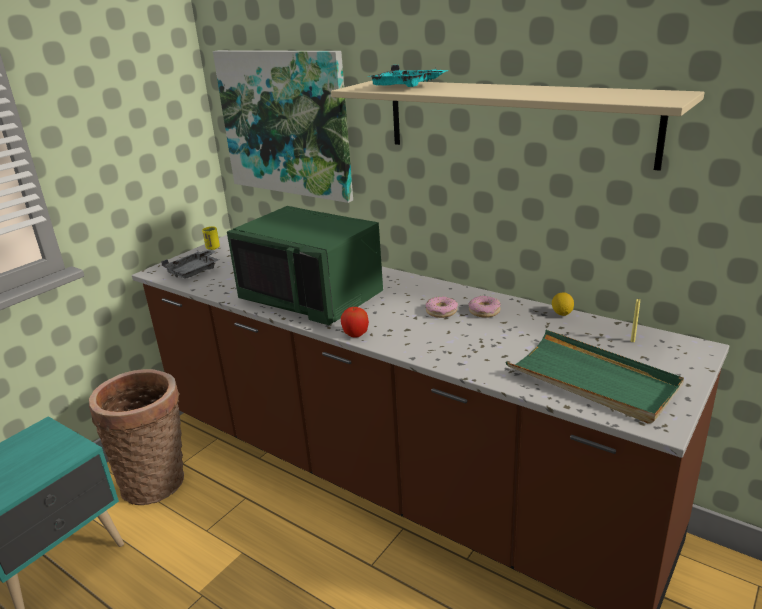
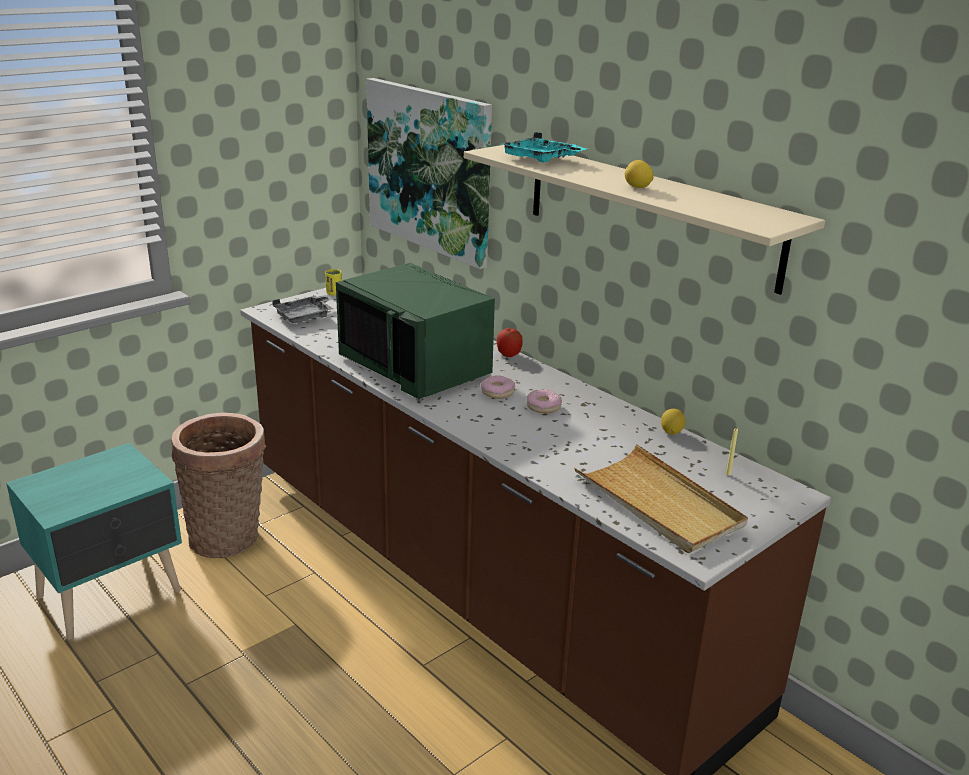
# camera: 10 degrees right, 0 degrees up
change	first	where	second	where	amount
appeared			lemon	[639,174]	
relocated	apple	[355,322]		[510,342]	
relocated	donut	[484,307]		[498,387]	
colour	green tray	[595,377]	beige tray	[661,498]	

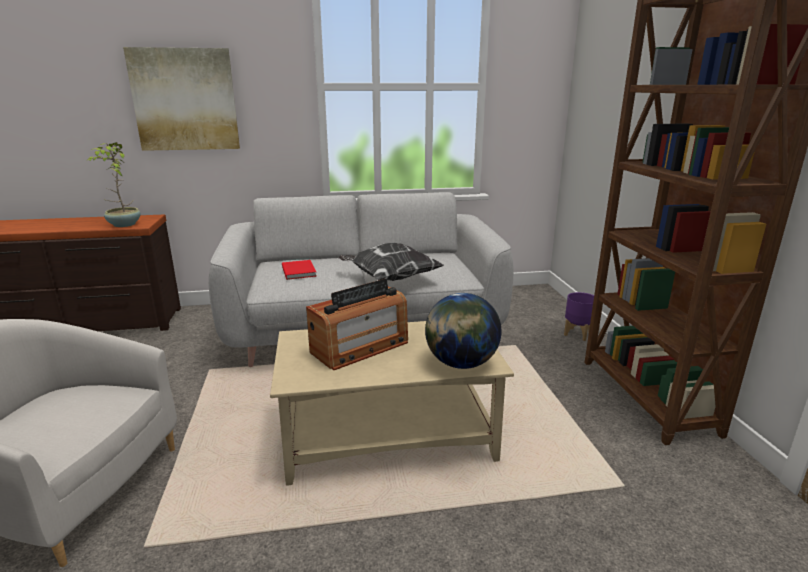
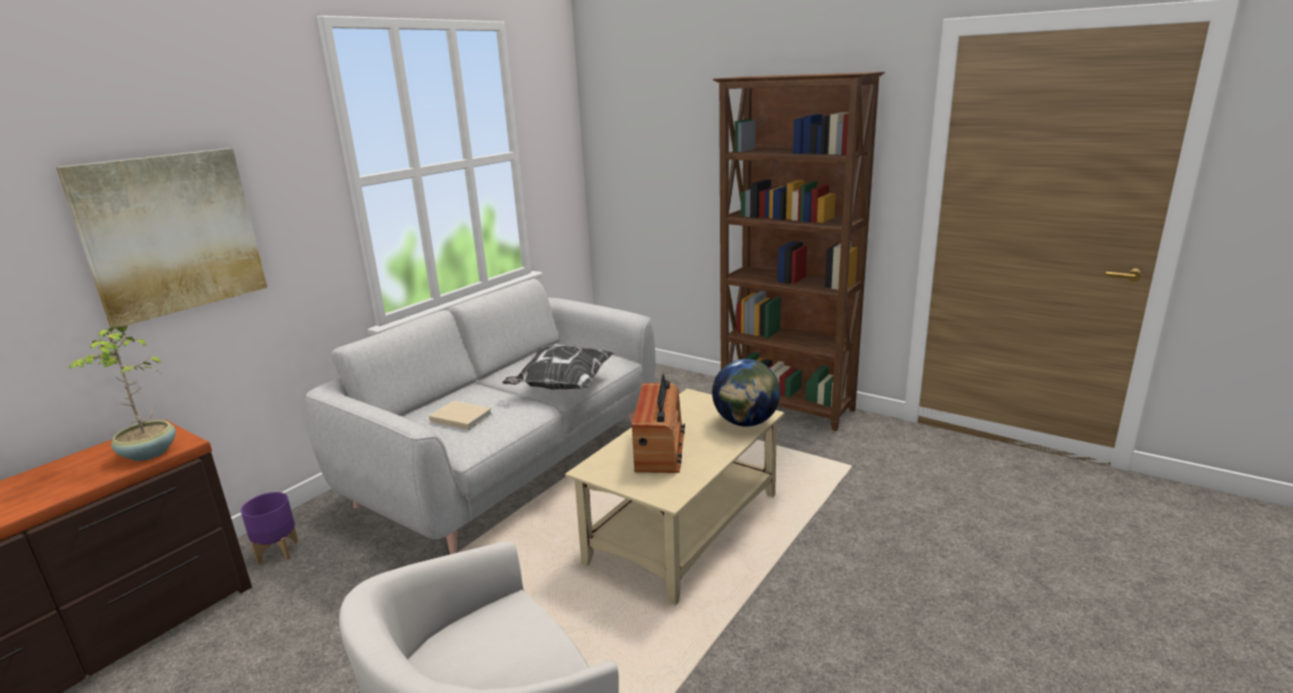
# camera: 45 degrees left, 0 degrees up
change	first	where	second	where	amount
relocated	purple planter	[579,316]		[269,528]	
colour	red book	[299,270]	beige book	[460,415]	

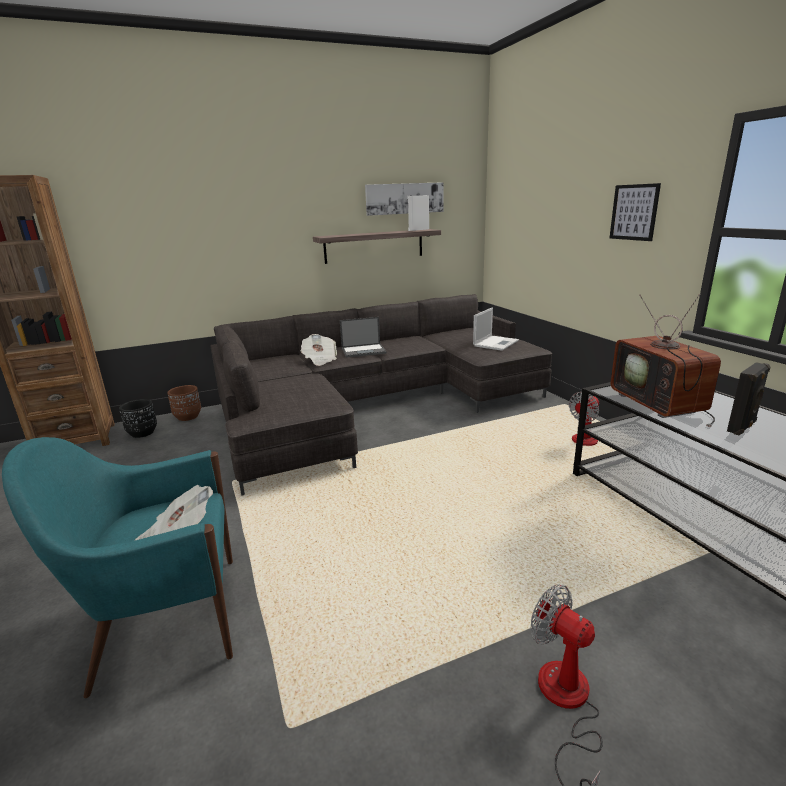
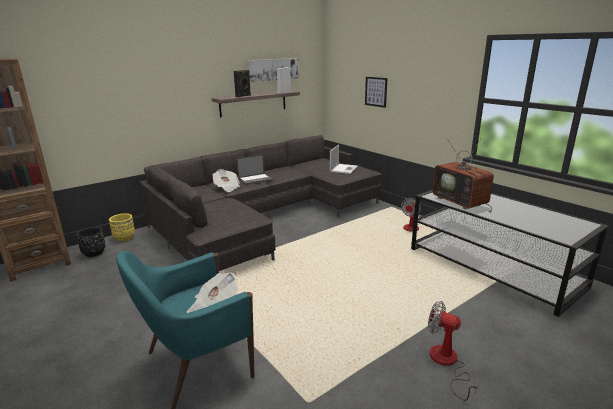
# camera: 15 degrees left, 0 degrees up
change	first	where	second	where	amount
relocated	picture	[635,212]		[376,92]	
relocated	black speaker	[748,398]		[242,83]	
colour	brown planter	[184,403]	yellow planter	[122,227]	

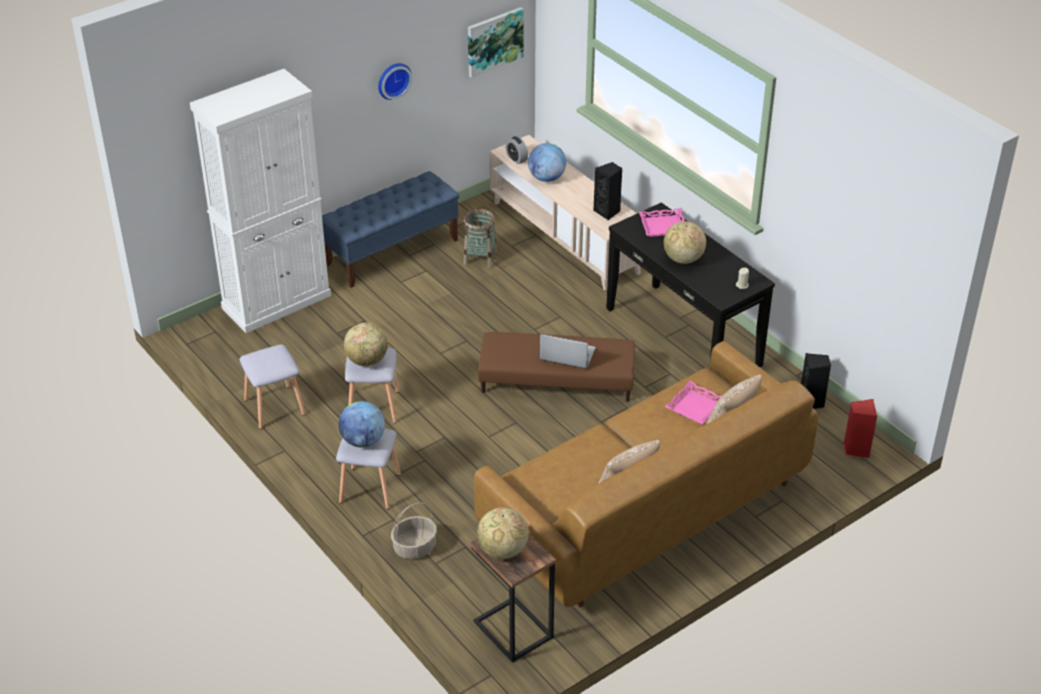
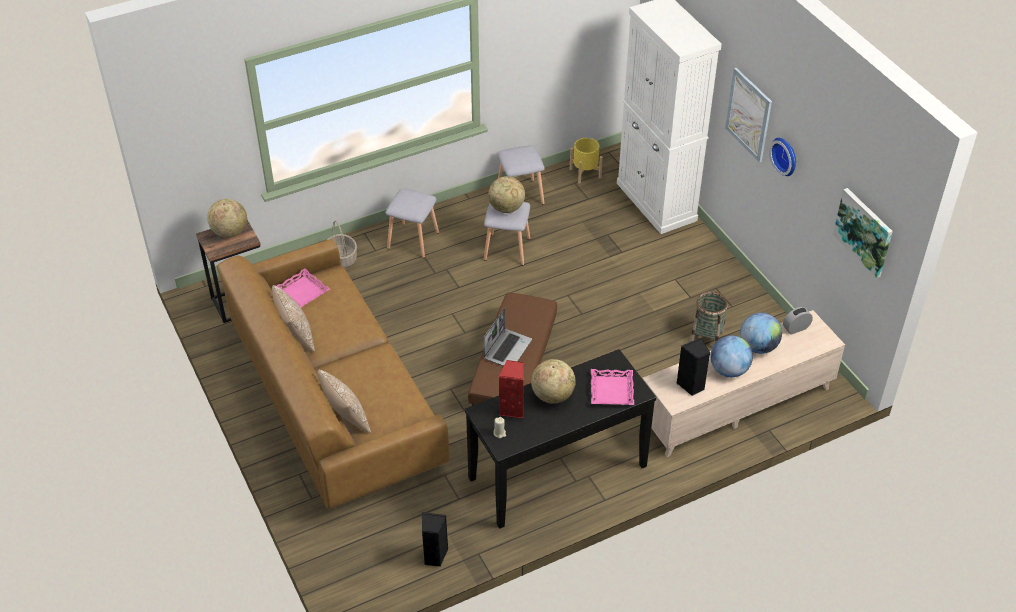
# camera: 100 degrees right, 5 degrees up
change	first	where	second	where	amount
missing	blue bench	[390,229]			
appeared			yellow planter	[586,161]	
appeared			picture	[748,115]	
relocated	globe	[362,424]		[731,356]	
relocated	pink tray	[693,402]		[303,288]	
relocated	red speaker	[860,428]		[511,389]	

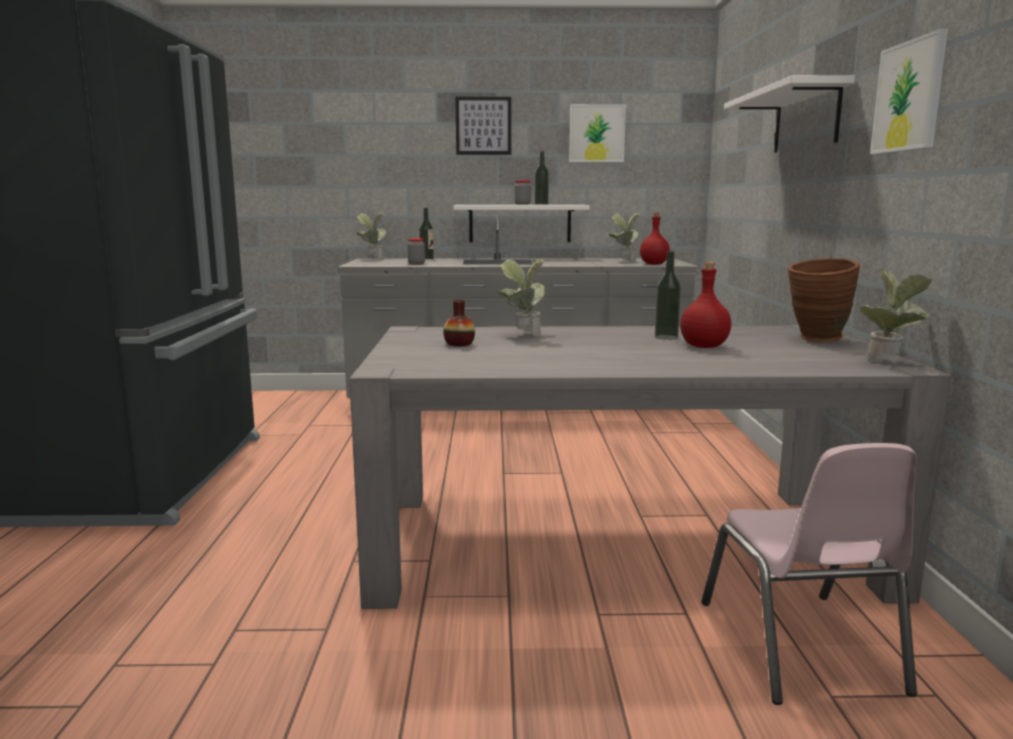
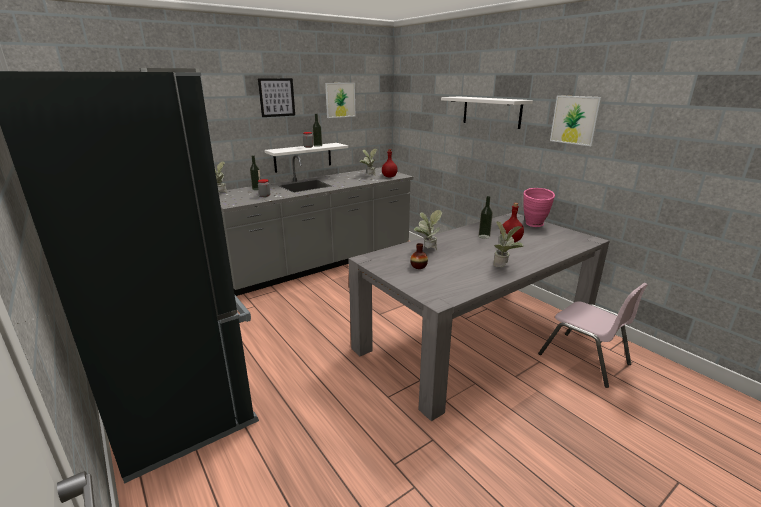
# camera: 35 degrees left, 10 degrees up
change	first	where	second	where	amount
relocated	potted plant	[895,315]		[508,244]	
colour	brown vase	[824,300]	pink vase	[539,207]	

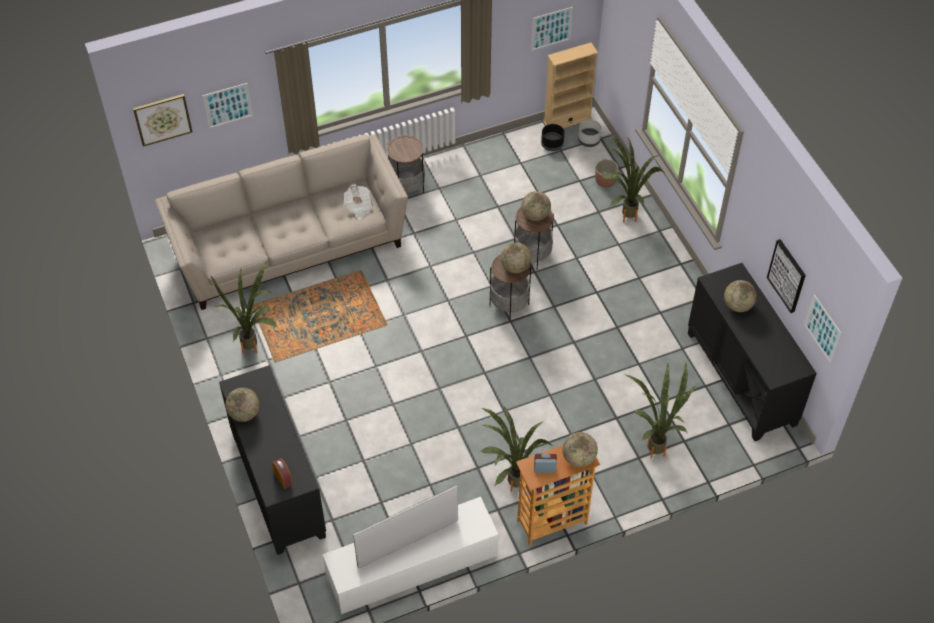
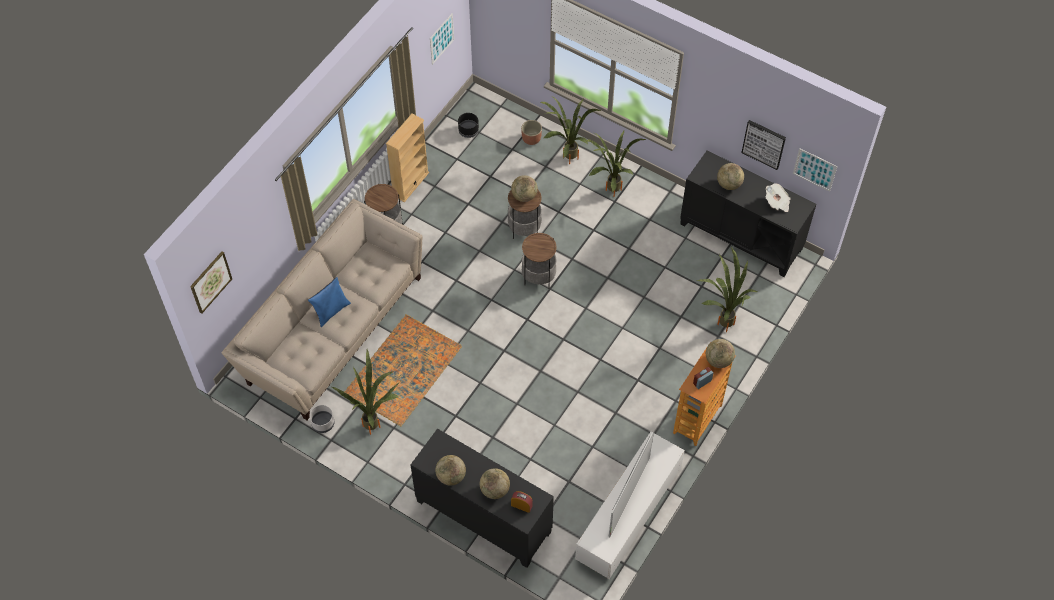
# camera: 35 degrees left, 5 degrees up
change	first	where	second	where	amount
missing	picture	[227,106]			
appeared			blue pillow	[329,302]	
relocated	newspaper	[359,201]		[778,197]	
relocated	potted plant	[516,449]		[615,163]	
relocated	globe	[516,258]		[495,483]	
relocated	beige bookcase	[571,85]		[407,158]	
relocated	grey planter	[590,133]		[321,419]	

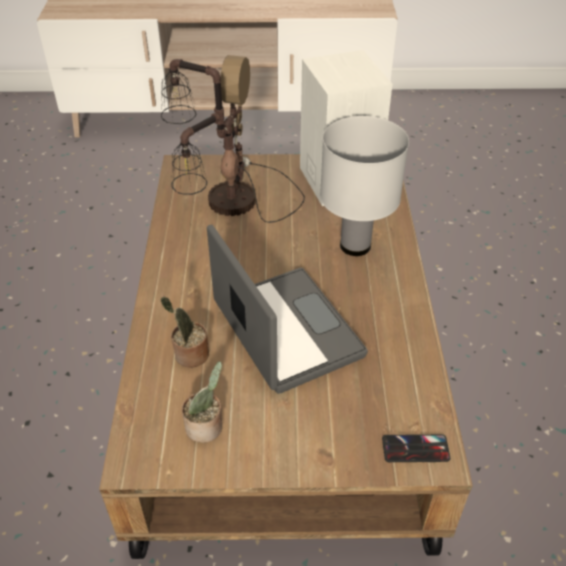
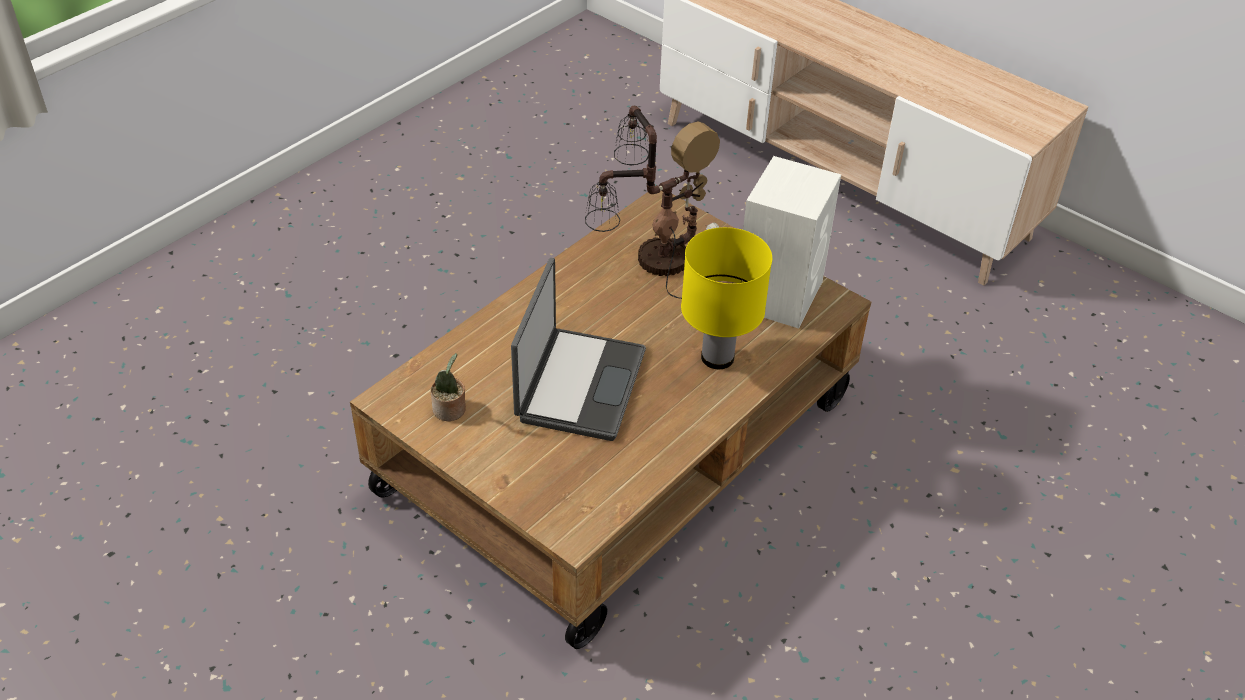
# camera: 40 degrees right, 0 degrees up
change	first	where	second	where	amount
missing	potted plant	[184,332]			
missing	phone	[416,448]			
colour	white table lamp	[364,186]	yellow table lamp	[726,298]	

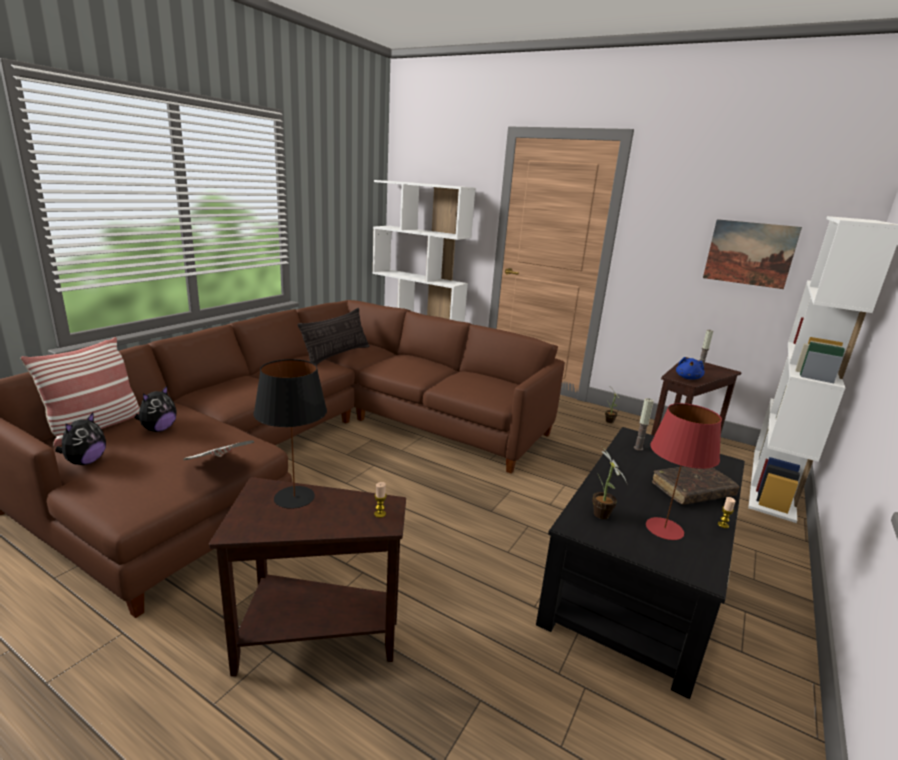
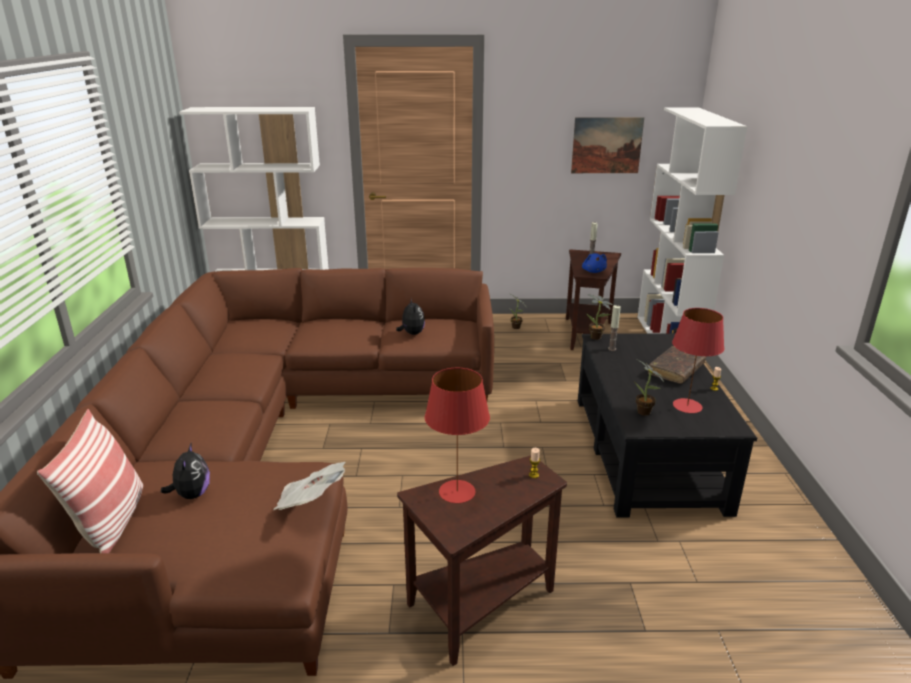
# camera: 30 degrees left, 5 degrees up
change	first	where	second	where	amount
missing	pillow	[334,336]			
appeared			potted plant	[599,317]	
relocated	plush toy	[80,439]		[410,316]	
colour	black table lamp	[290,434]	red table lamp	[457,435]	

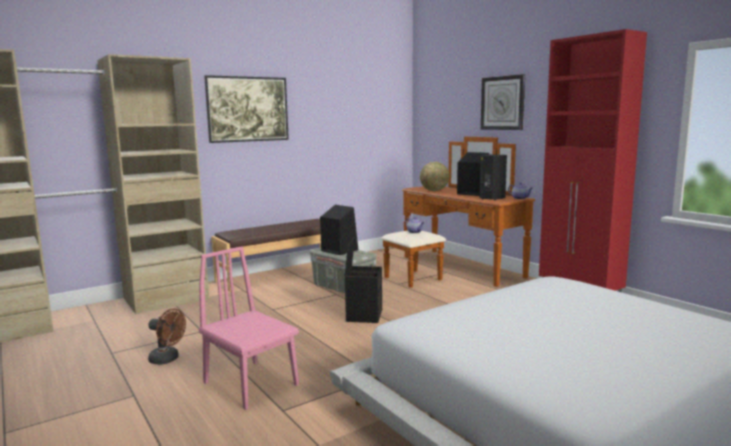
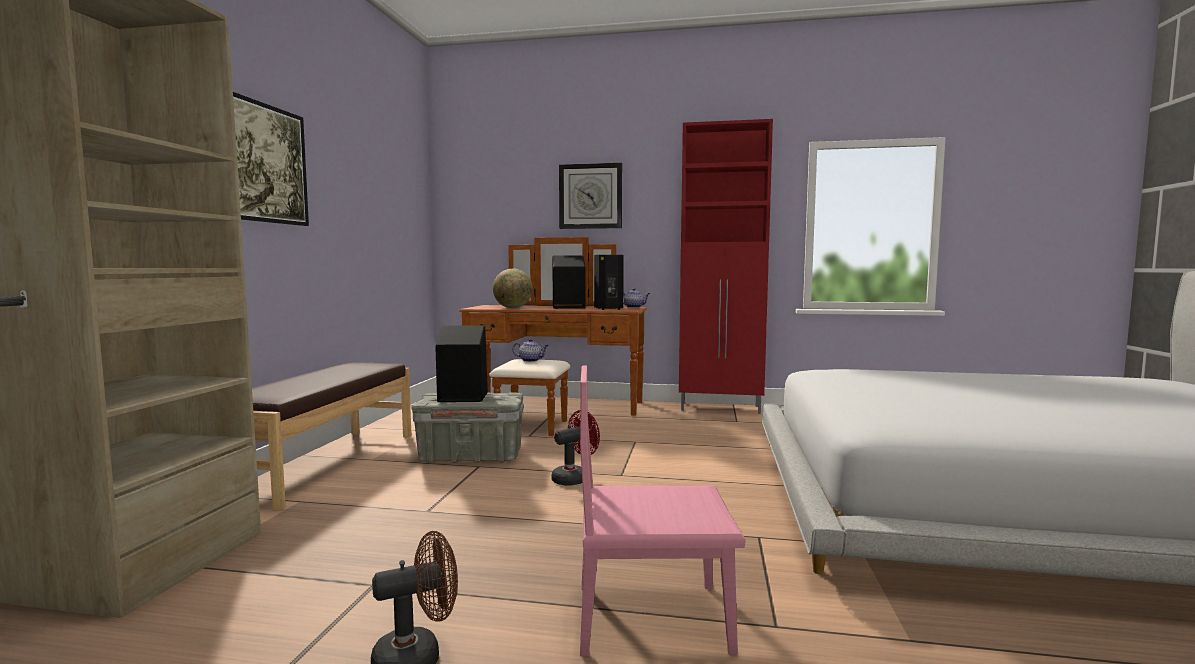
# camera: 45 degrees left, 5 degrees down
change	first	where	second	where	amount
exchanged	black storage box	[363,280]	red fan	[576,448]	

